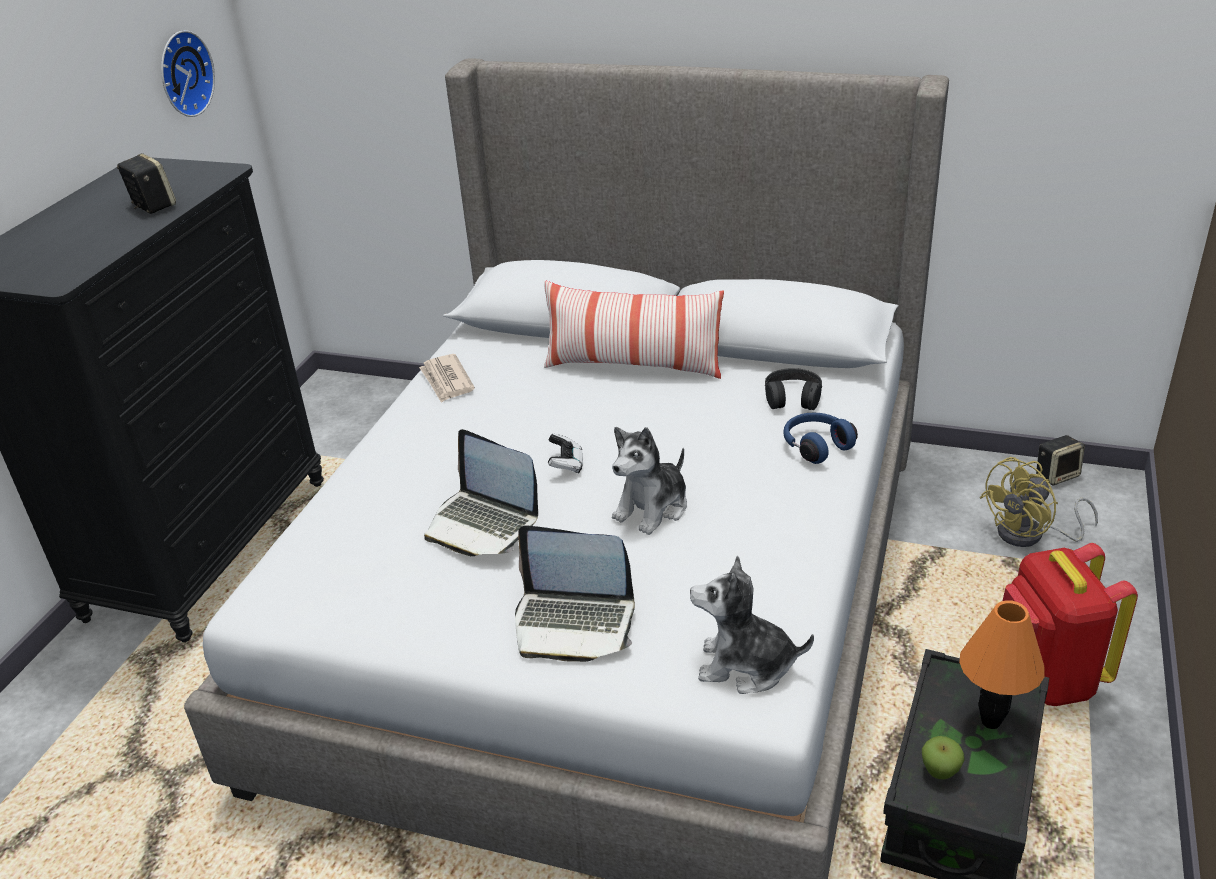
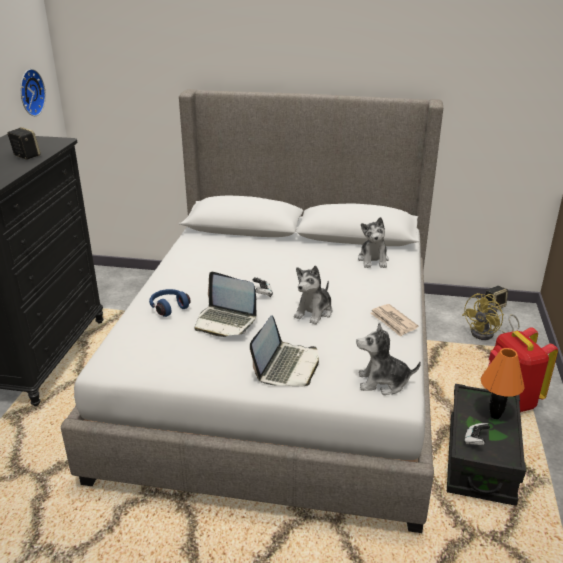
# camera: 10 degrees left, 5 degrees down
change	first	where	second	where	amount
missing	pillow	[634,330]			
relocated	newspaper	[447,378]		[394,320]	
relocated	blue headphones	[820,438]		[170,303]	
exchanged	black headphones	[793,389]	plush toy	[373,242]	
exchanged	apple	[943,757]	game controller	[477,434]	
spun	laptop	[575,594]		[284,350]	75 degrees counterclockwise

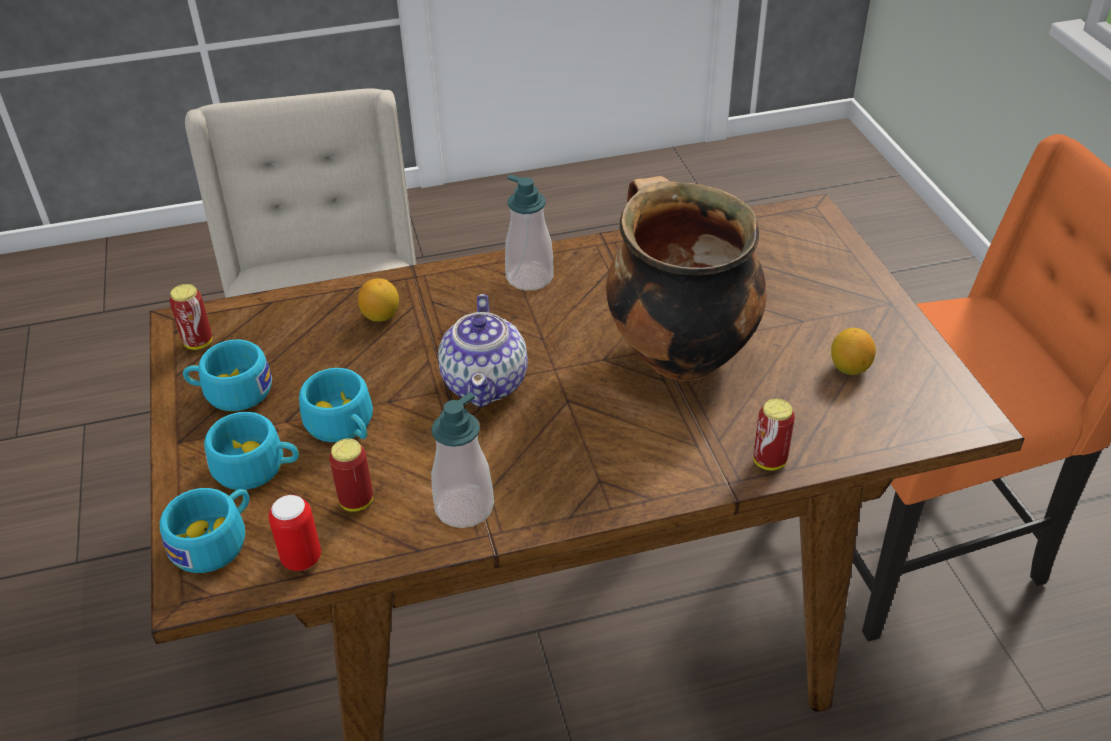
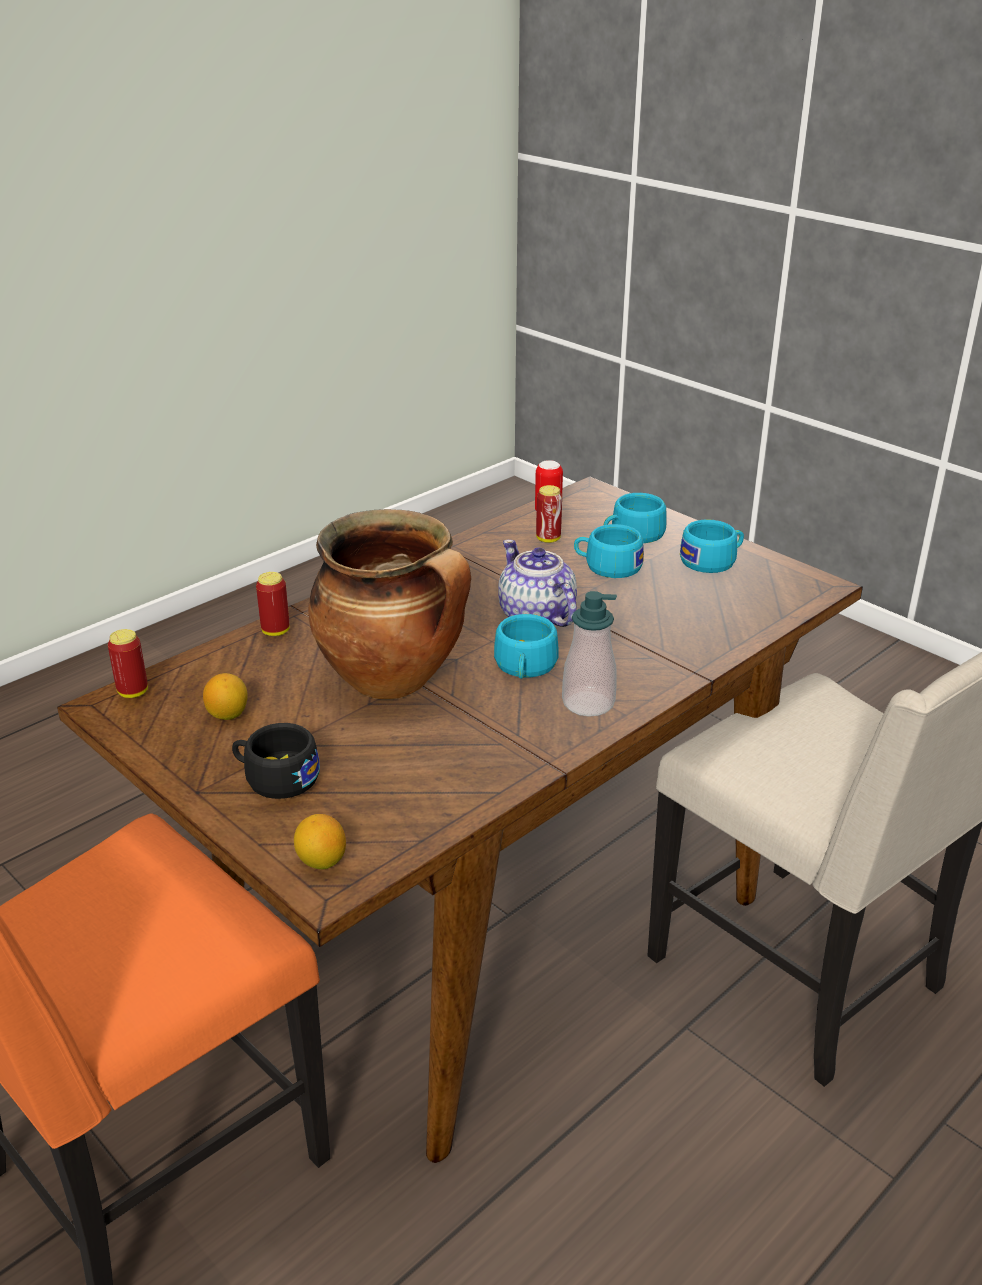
# camera: 150 degrees right, 10 degrees down
change	first	where	second	where	amount
missing	soap dispenser	[462,460]			
appeared			black cup	[276,761]	
relocated	turquoise cup	[204,530]		[526,646]	
relocated	can	[191,317]		[128,663]	
relocated	lemon	[378,299]		[320,841]	

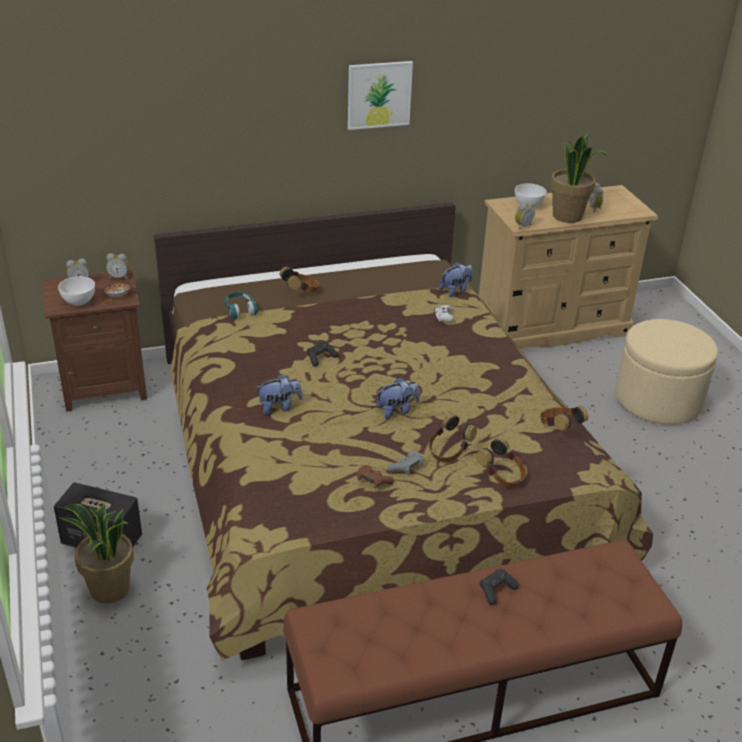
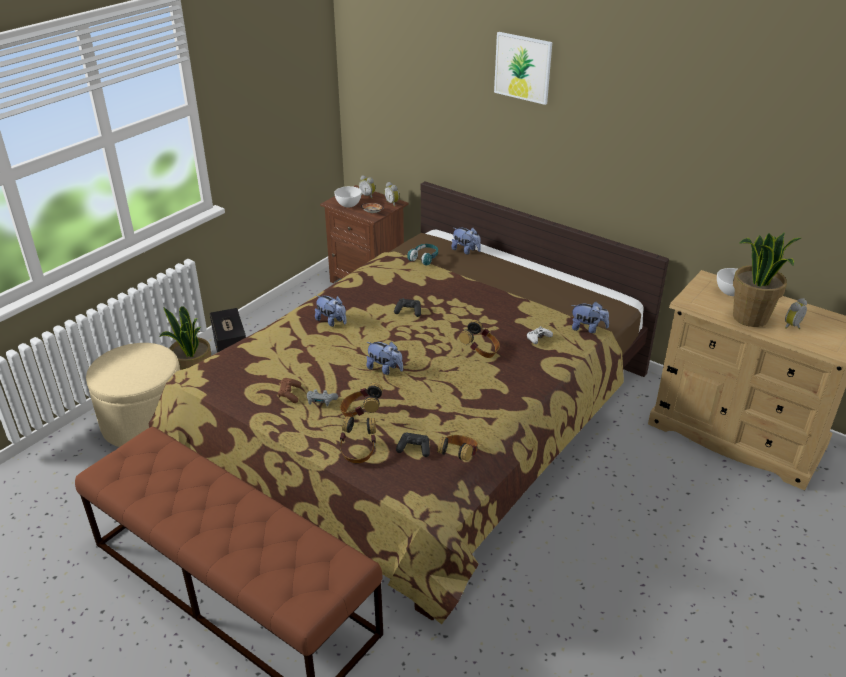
# camera: 55 degrees right, 0 degrees up
change	first	where	second	where	amount
missing	alarm clock	[525,215]			
appeared			plush toy	[466,241]	
relocated	headphones	[299,280]		[479,339]	
relocated	picture	[380,95]		[523,68]	
relocated	black game controller	[499,587]		[413,445]	
relocated	beige ottoman	[666,371]		[133,395]	

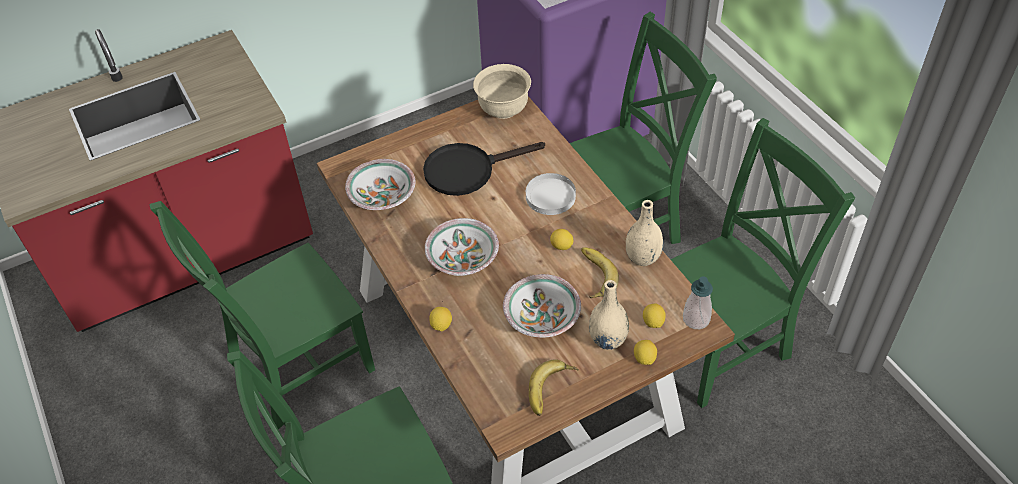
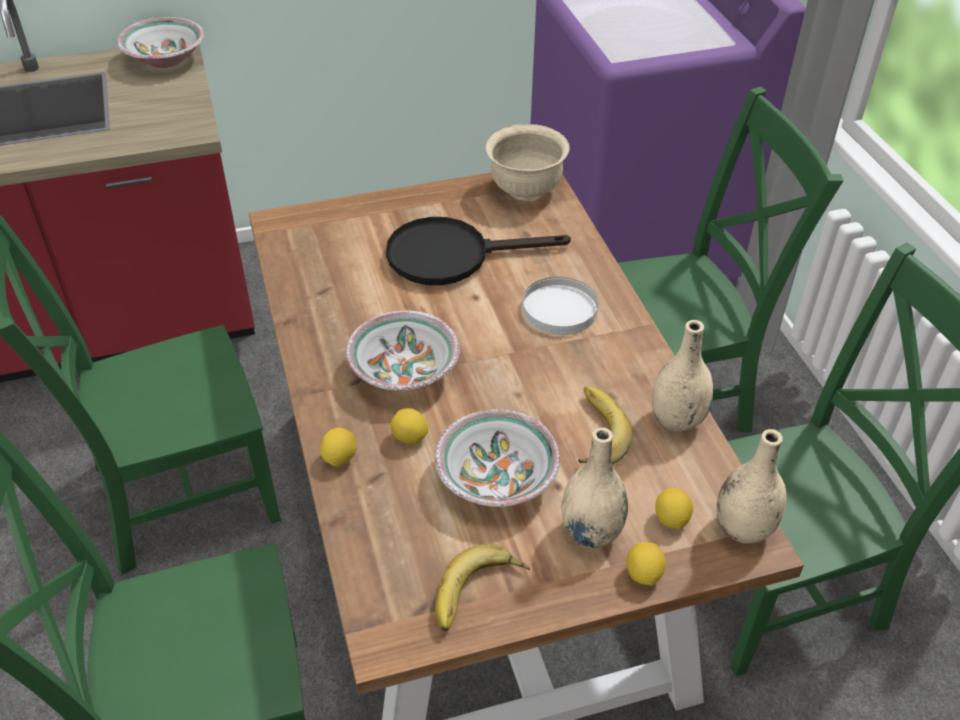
# camera: 10 degrees right, 5 degrees down
change	first	where	second	where	amount
relocated	bowl	[380,184]		[160,42]	
relocated	lemon	[562,239]		[410,426]	
exchanged	soap dispenser	[698,302]	beige vase	[751,486]	

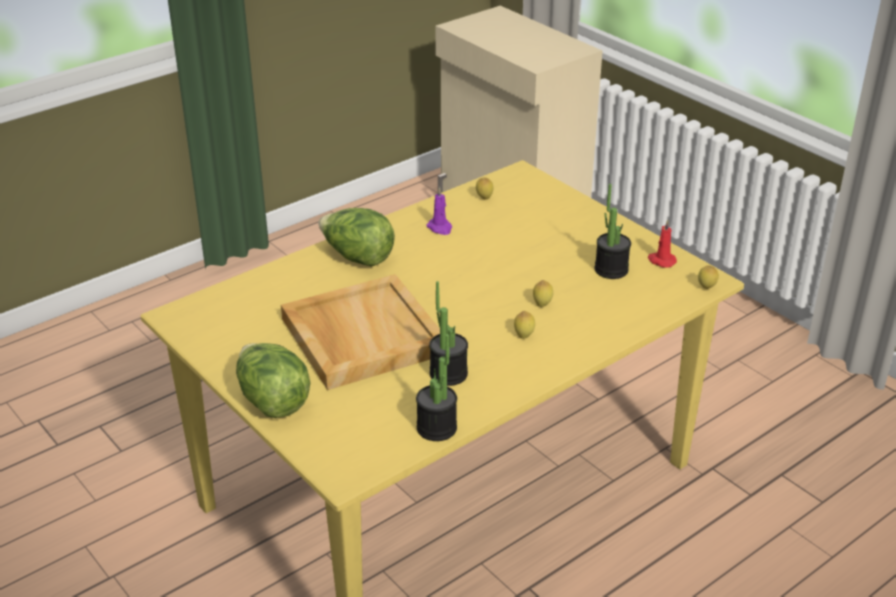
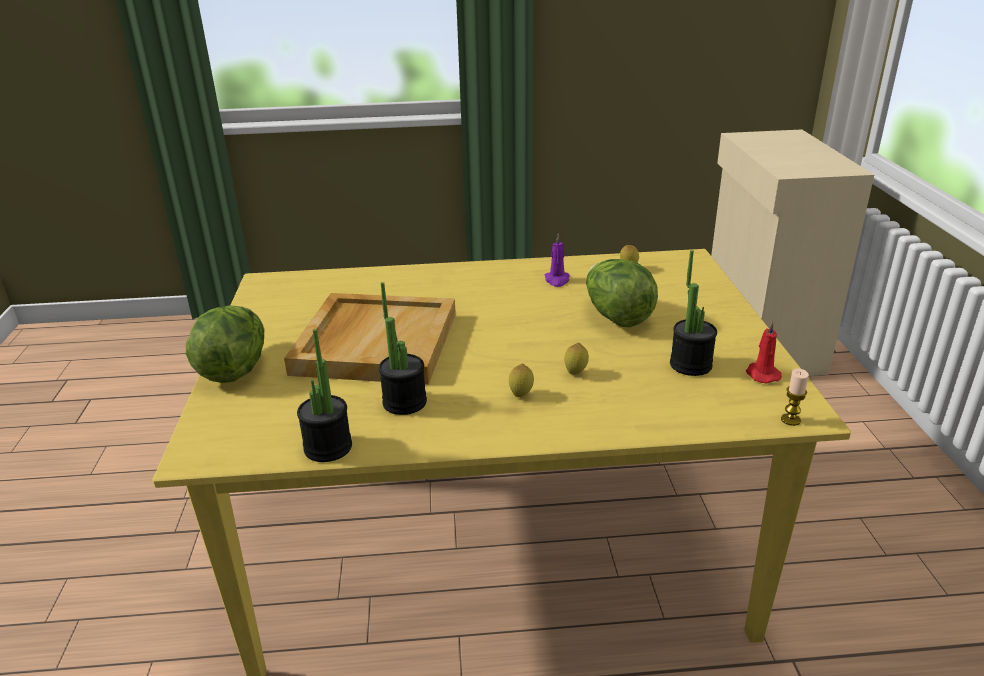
# camera: 35 degrees right, 5 degrees down
change	first	where	second	where	amount
relocated	lettuce	[356,237]		[622,293]	
exchanged	lemon	[708,277]	candle	[795,397]	

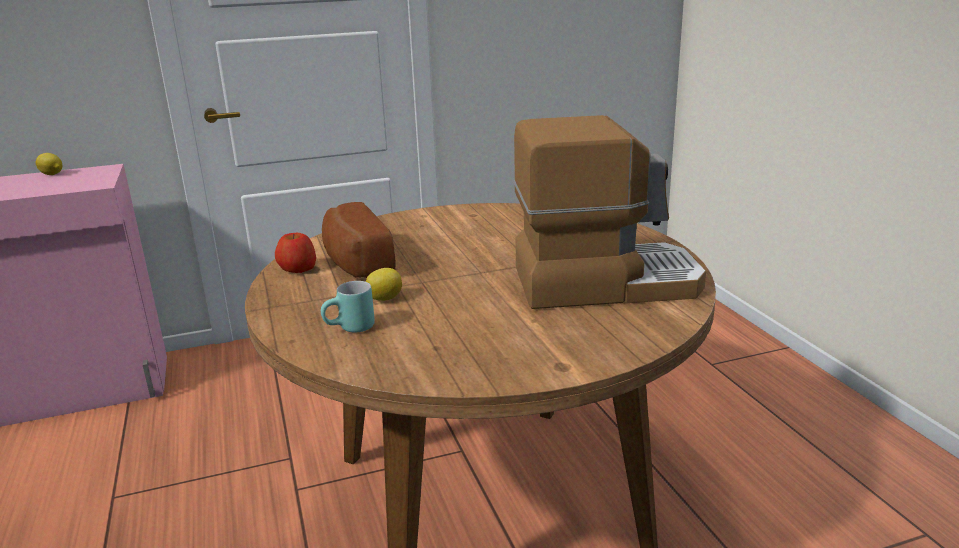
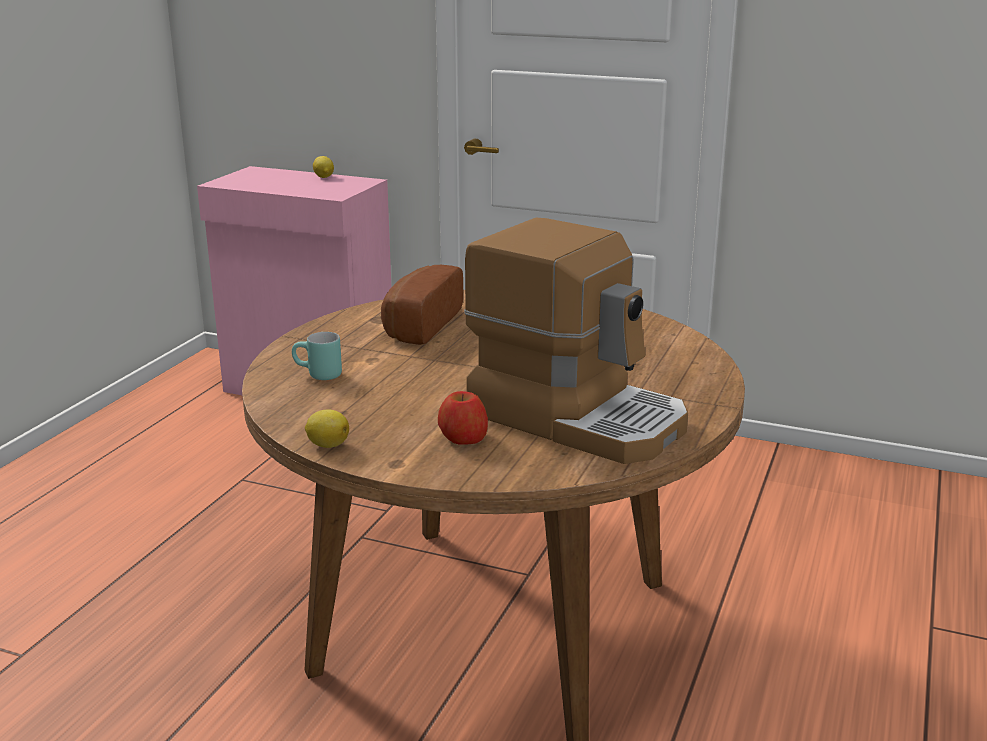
# camera: 40 degrees right, 0 degrees up
change	first	where	second	where	amount
relocated	apple	[295,253]		[463,418]	
relocated	lemon	[384,284]		[327,429]	

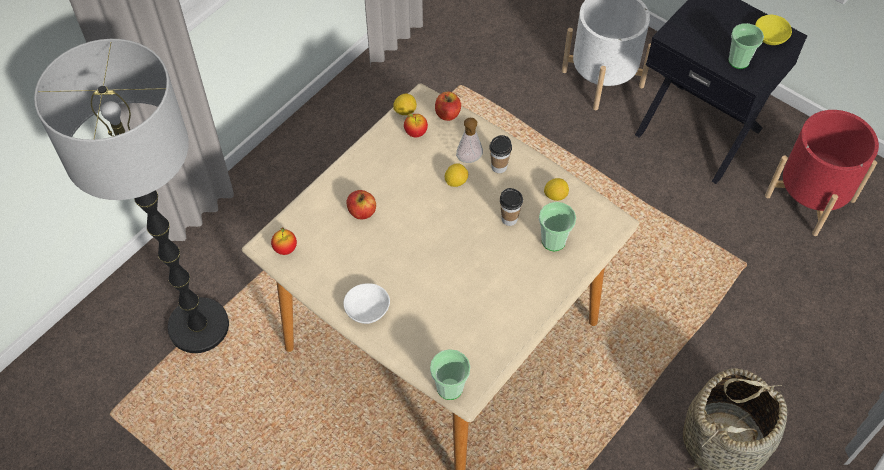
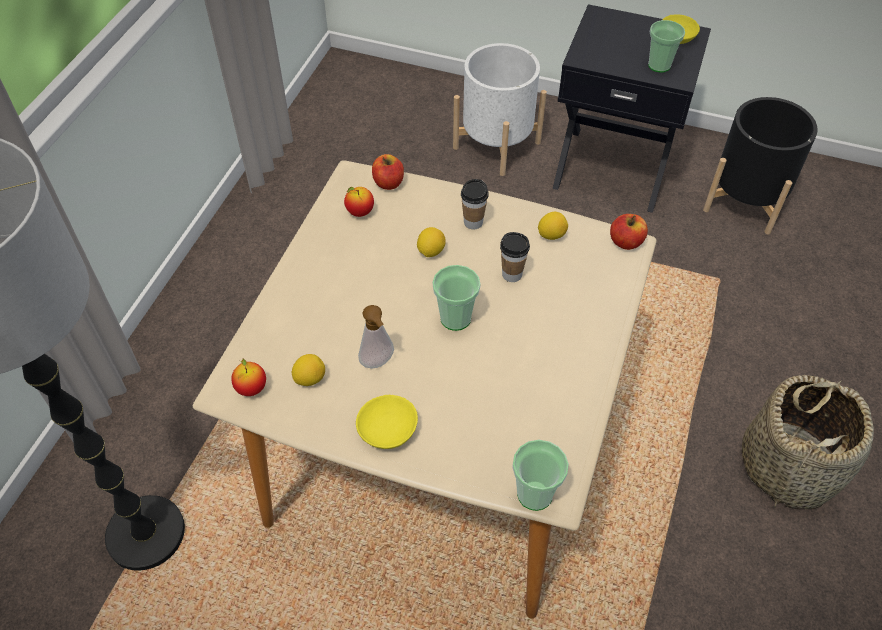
# camera: 20 degrees left, 5 degrees down
change	first	where	second	where	amount
relocated	apple	[361,204]		[629,232]	
relocated	lemon	[405,104]		[308,370]	
relocated	soap dispenser	[469,140]		[376,337]	
relocated	cup	[557,226]		[456,298]	
colour	white bowl	[367,303]	yellow bowl	[387,422]	
colour	red planter	[822,173]	black planter	[760,166]	

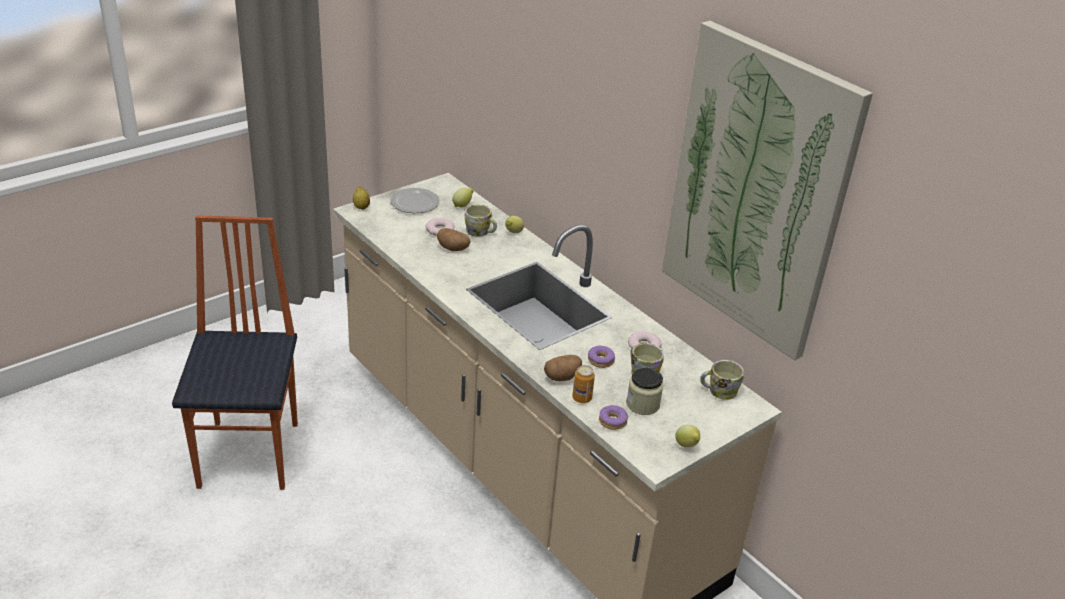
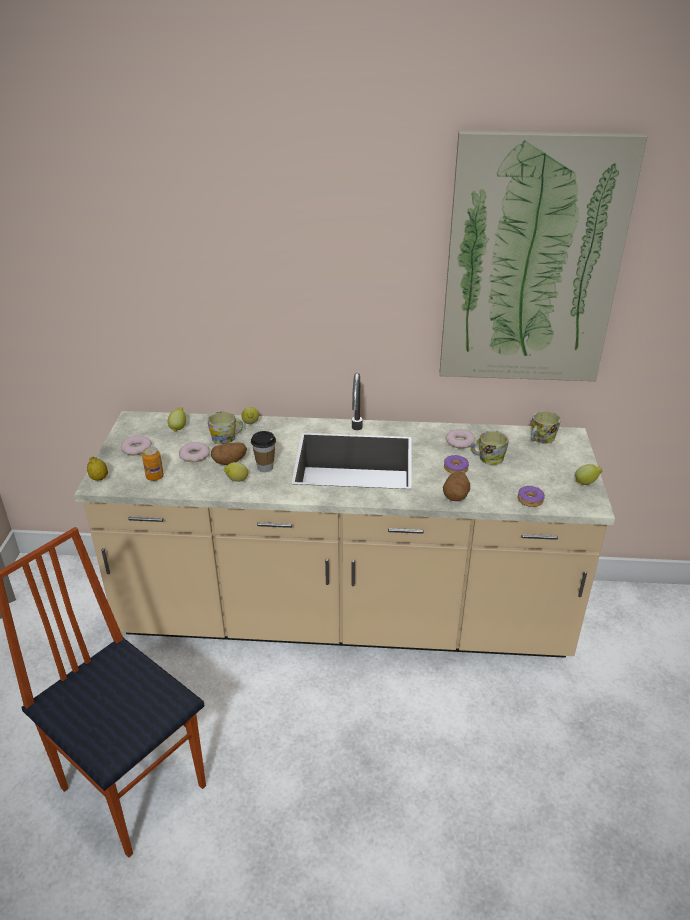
# camera: 45 degrees left, 0 degrees up
change	first	where	second	where	amount
missing	jar	[644,391]			
appeared			lemon	[236,472]	
appeared			cup	[263,451]	
relocated	can	[583,384]		[153,464]	
exchanged	plate	[415,200]	donut	[136,445]	

